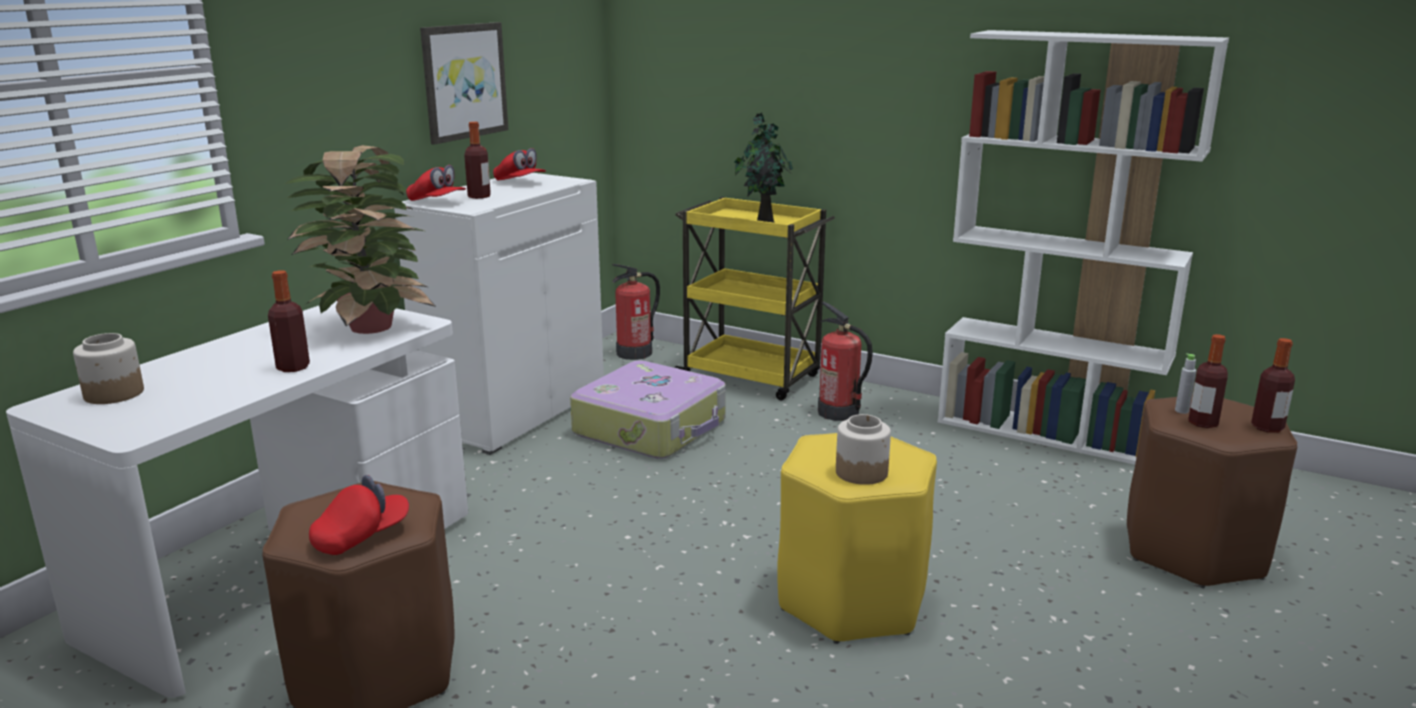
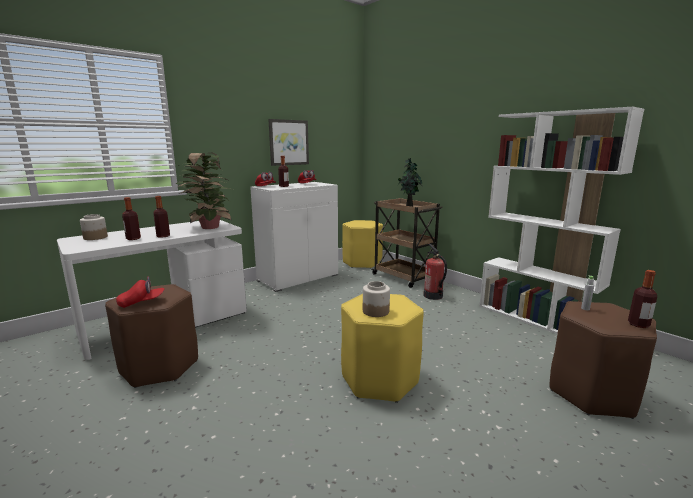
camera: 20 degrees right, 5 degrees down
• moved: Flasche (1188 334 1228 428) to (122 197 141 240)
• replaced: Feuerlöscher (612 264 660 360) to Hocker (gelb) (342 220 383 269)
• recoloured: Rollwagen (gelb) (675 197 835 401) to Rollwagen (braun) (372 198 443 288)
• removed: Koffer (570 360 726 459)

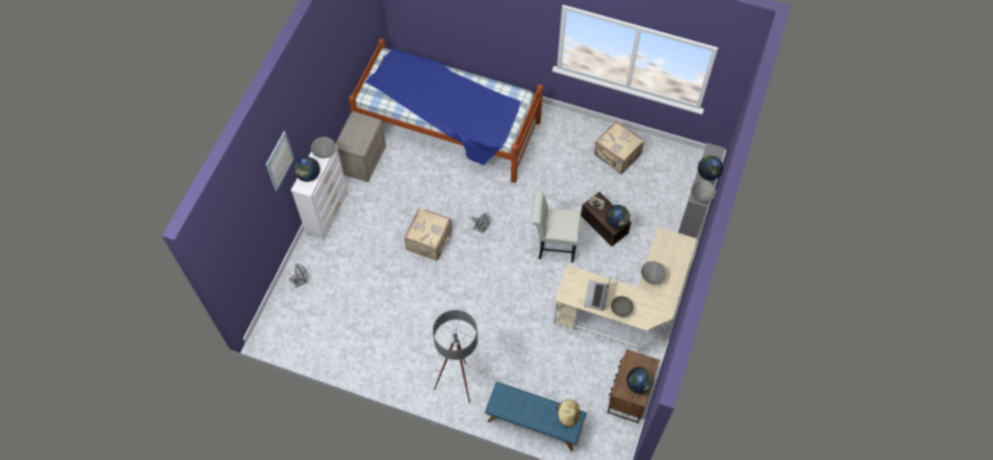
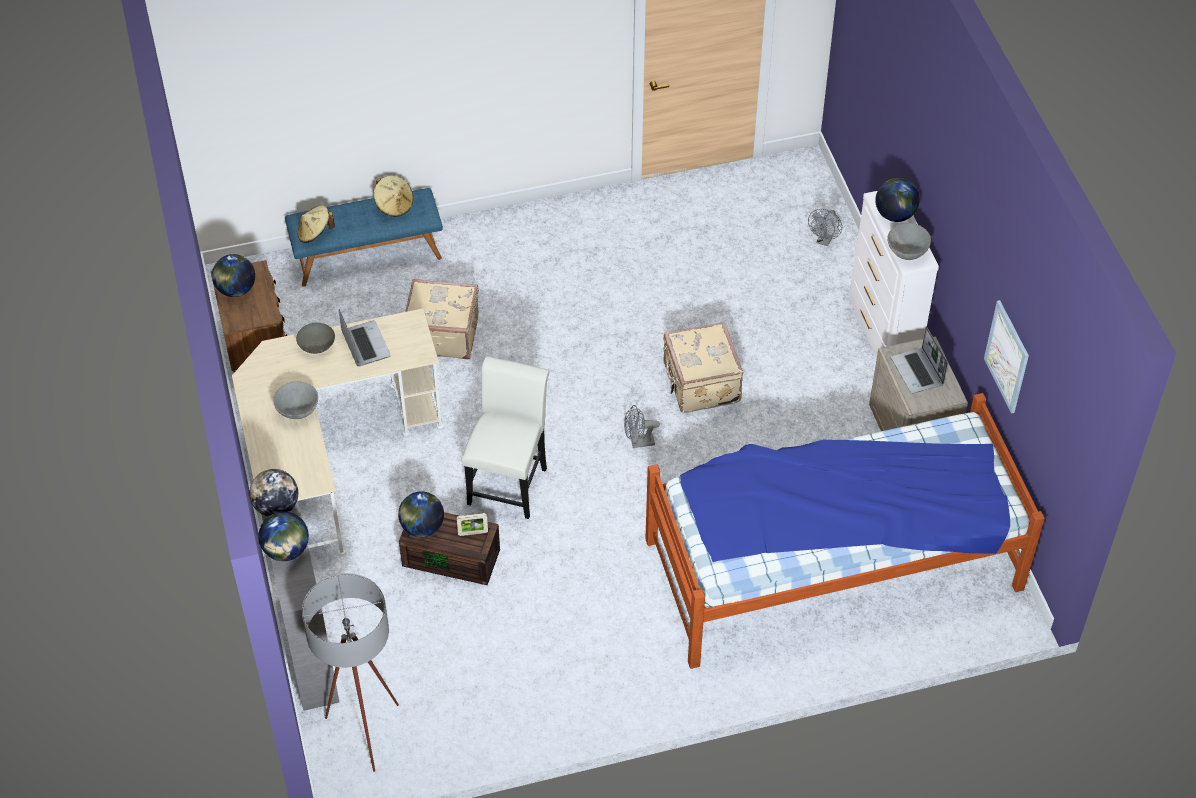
camera: 145 degrees right, 10 degrees down
• replaced: Schüssel (grau) (691 180 716 203) to Globus (249 469 298 517)
• moved: Stehlampe (grau) (433 310 478 404) to (302 573 399 772)
• added: Hut (beige) (373 175 413 217)
• moved: Koffer (beige) (594 121 645 174) to (405 279 479 360)
• turned: Stuhl (weiß) (532 191 581 262) = (462 356 549 519) 45 degrees counterclockwise
• added: Laptop (891 326 948 394)
• moved: Bild (266 131 294 191) to (984 300 1029 414)

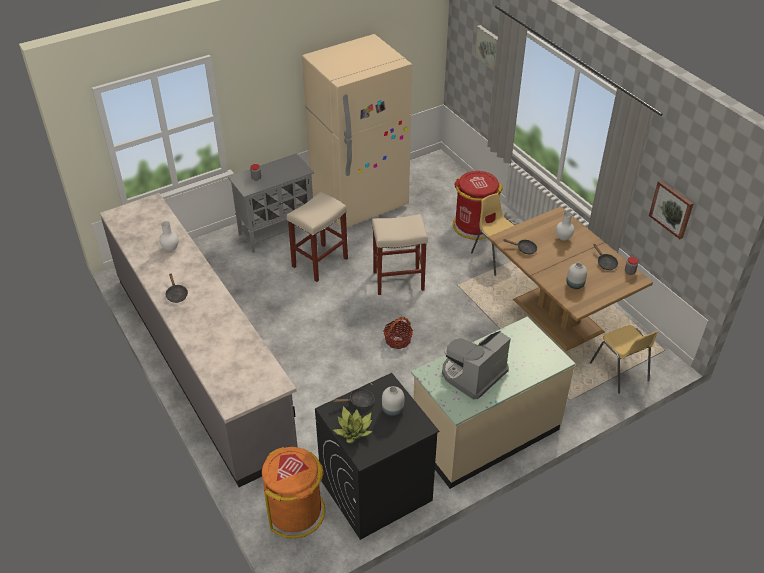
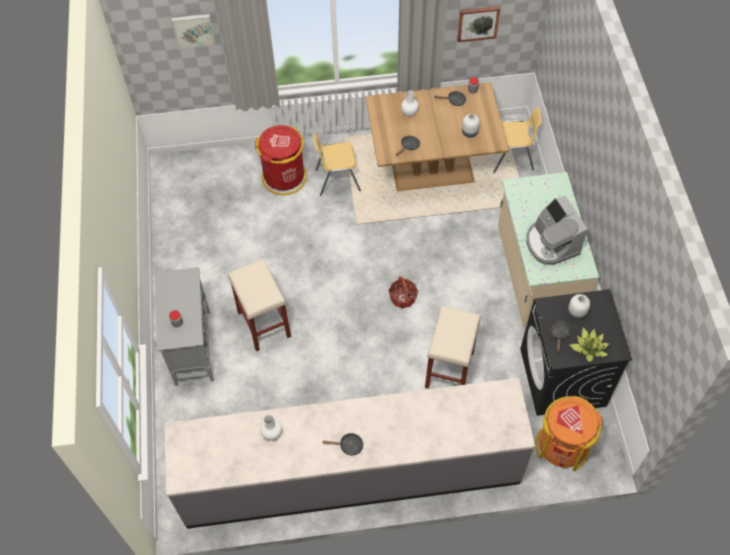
camera: 65 degrees left, 15 degrees up
• moved: Hocker (beige) (372 214 428 295) to (425 306 480 389)
• removed: Kühlschrank (beige) (302 34 412 227)

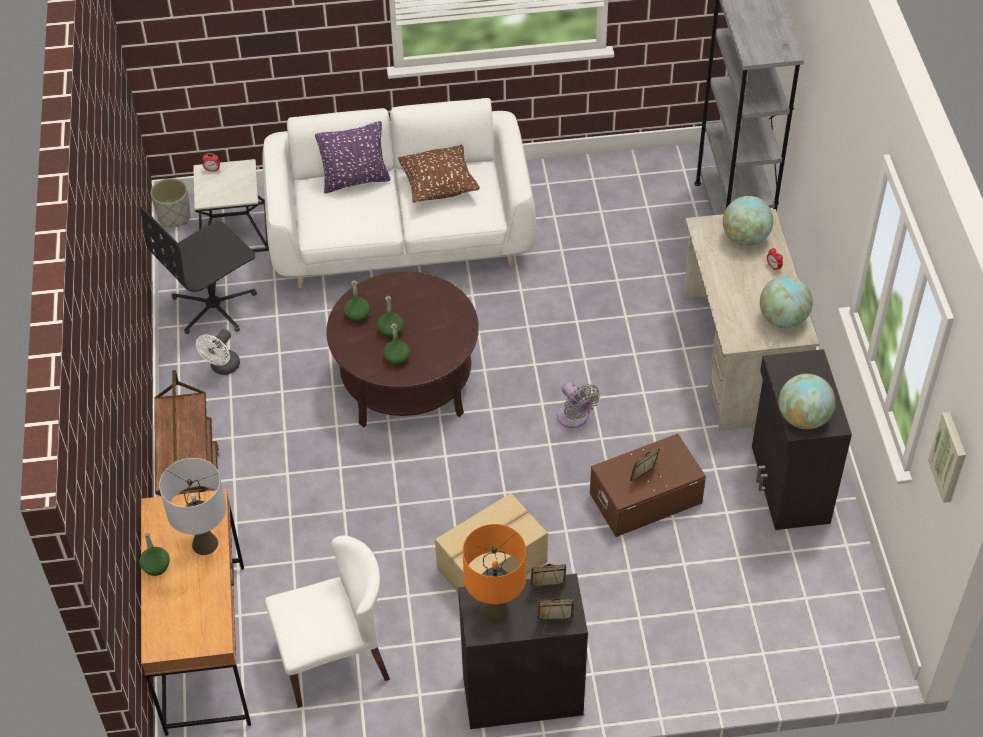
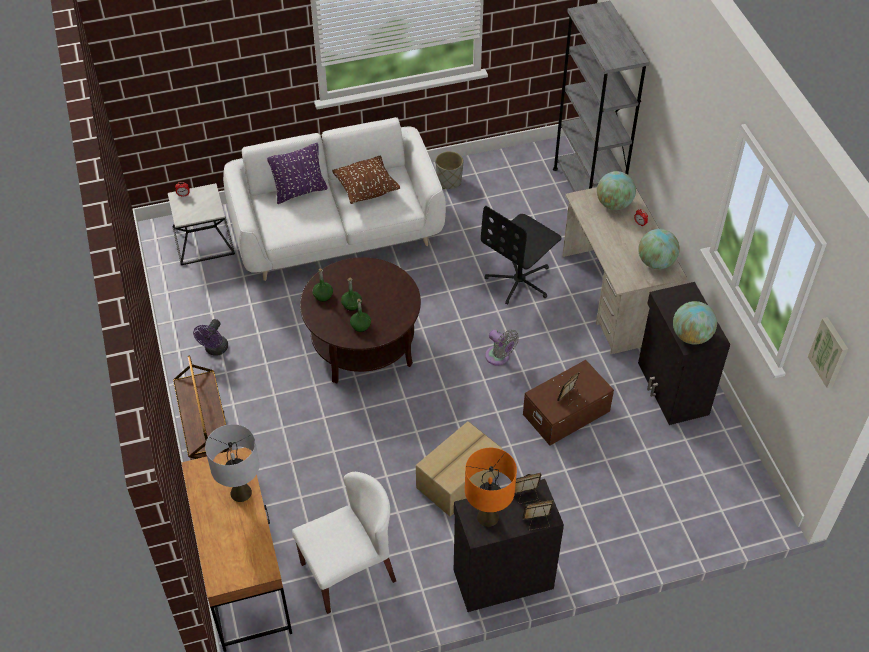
camera: 10 degrees left, 0 degrees up
• recoloured: Ventilator (weiß) (196 329 240 375) to Ventilator (lila) (193 319 228 356)
• moved: Pflanzkübel (grau) (151 178 190 227) to (436 151 463 189)
• moved: Bürostuhl (schwarz) (140 206 257 334) to (481 206 562 305)
• removed: Flasche (grün) (139 532 170 576)

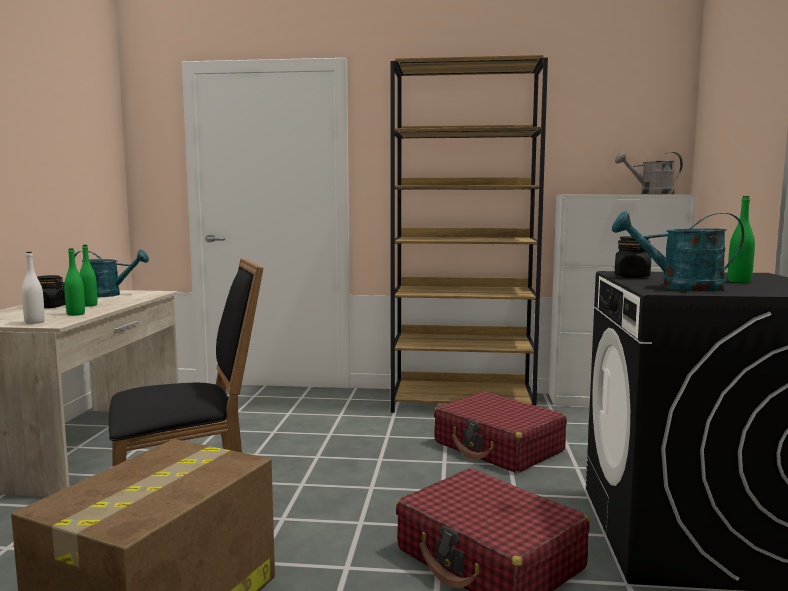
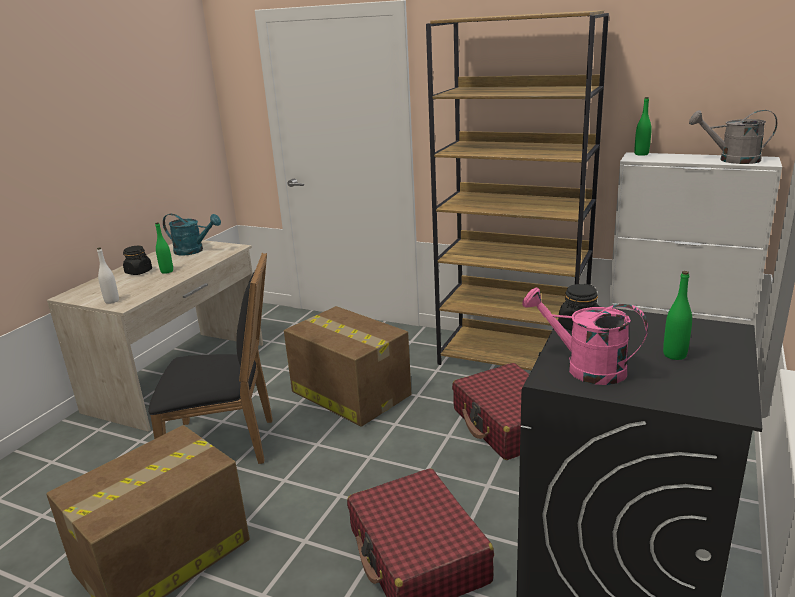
camera: 20 degrees right, 15 degrees up
• added: Karton (284 306 411 427)
• recoloured: Gießkanne (türkis) (612 211 744 291) to Gießkanne (rosa) (522 288 648 385)
• moved: Flasche (grün) (64 248 85 316) to (634 97 652 156)

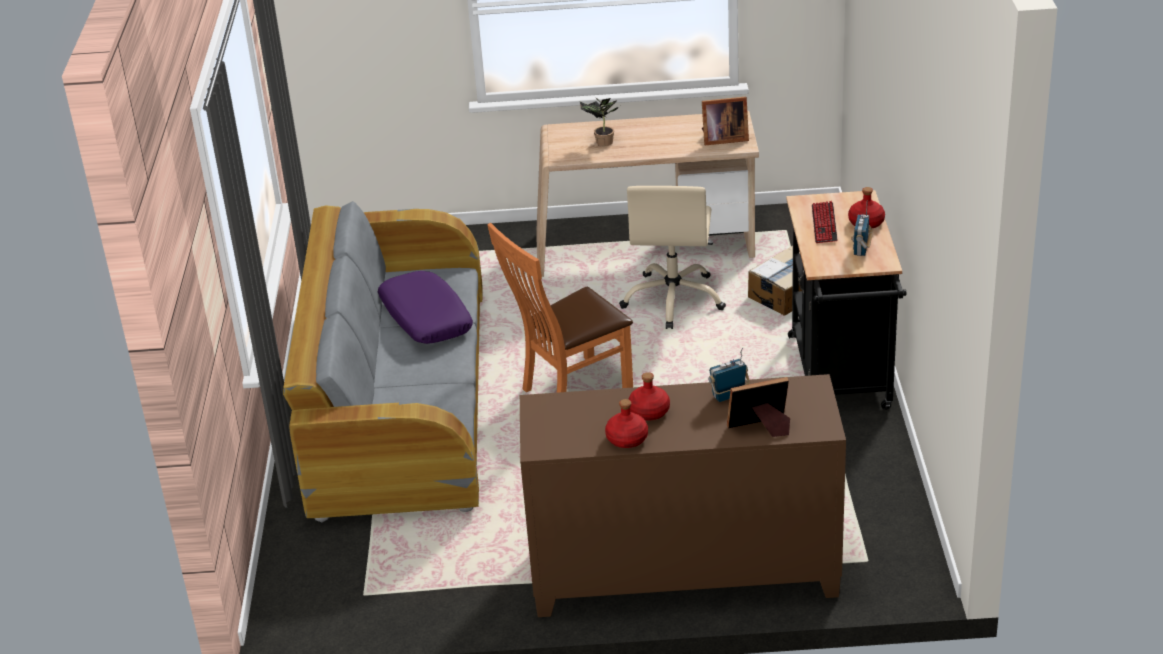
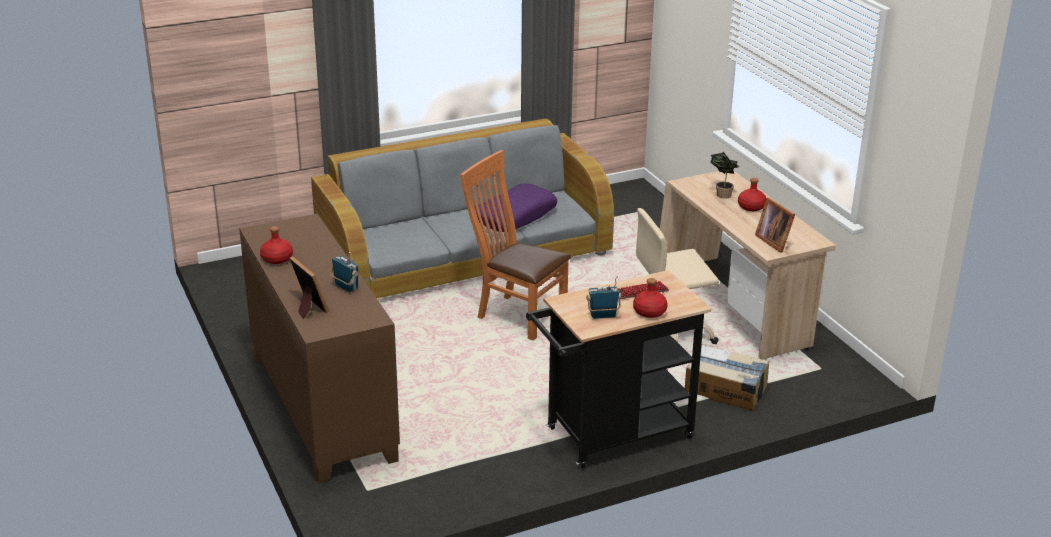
camera: 65 degrees right, 5 degrees down
• moved: Flasche (rot) (628 372 670 420) to (738 178 767 211)

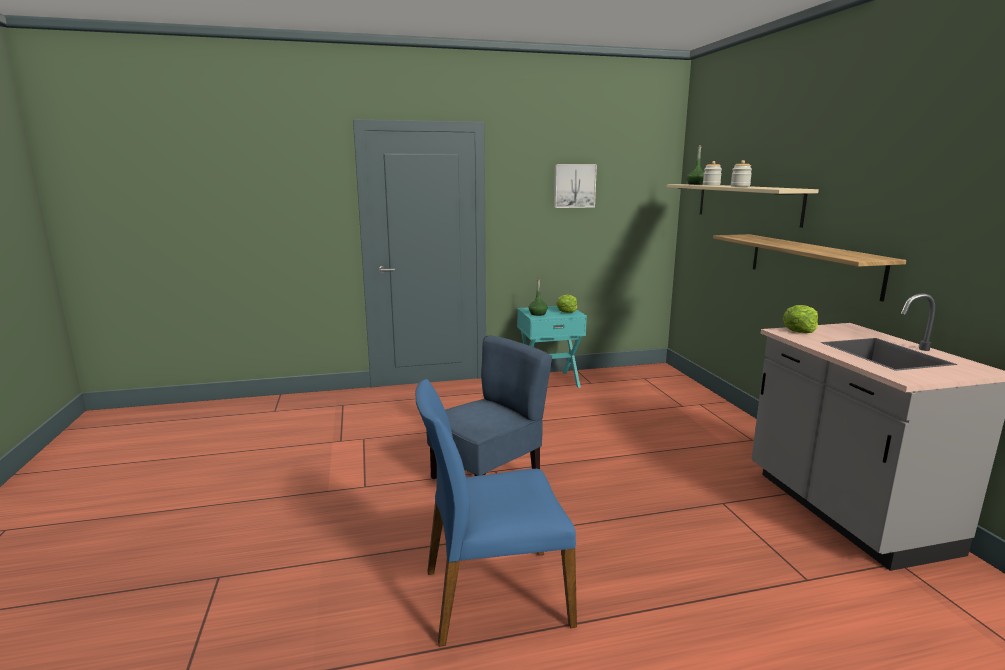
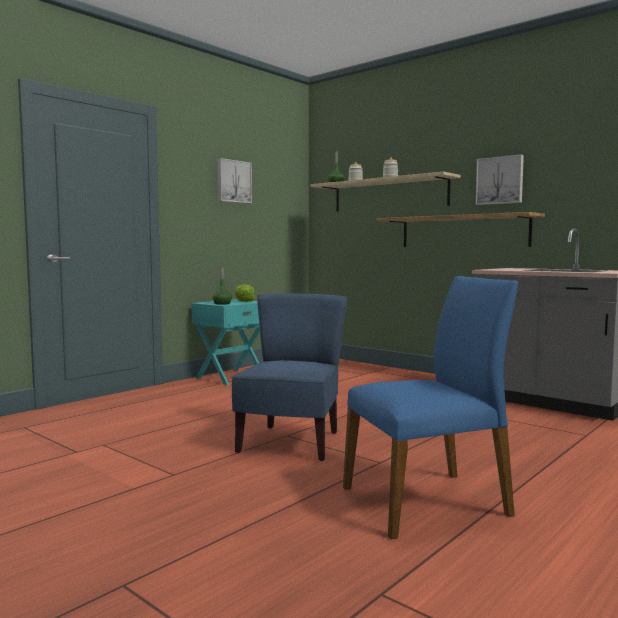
camera: 35 degrees left, 10 degrees down
• turned: Stuhl (blau) (416 379 577 647) = (343 276 518 539) 150 degrees counterclockwise
• added: Bild (476 154 524 205)
• removed: Salatkopf (783 305 818 333)

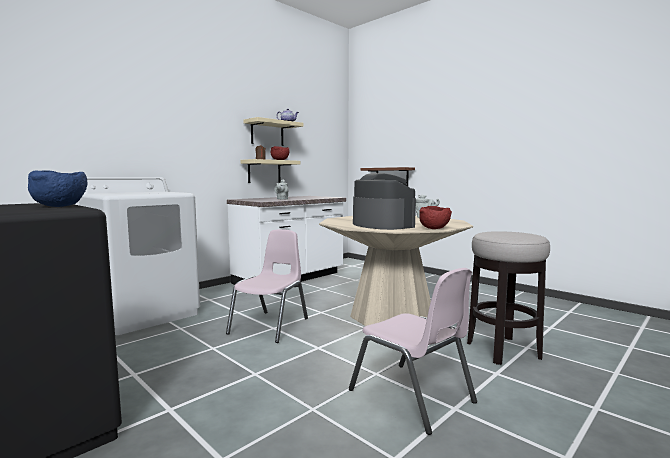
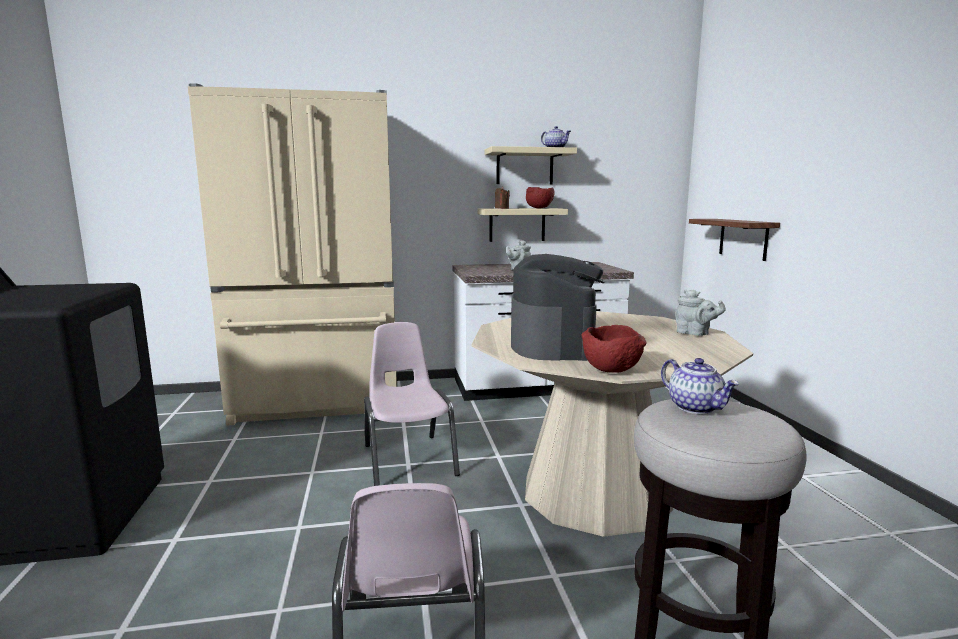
camera: 35 degrees right, 5 degrees up
• replaced: Waschmaschine (weiß) (79 177 200 335) to Kühlschrank (beige) (188 83 397 426)
• turned: Stuhl (rosa) (226 229 308 343) = (364 322 460 486) 75 degrees counterclockwise
• added: Teekanne (661 358 739 414)
• removed: Schüssel (blau) (28 170 87 207)

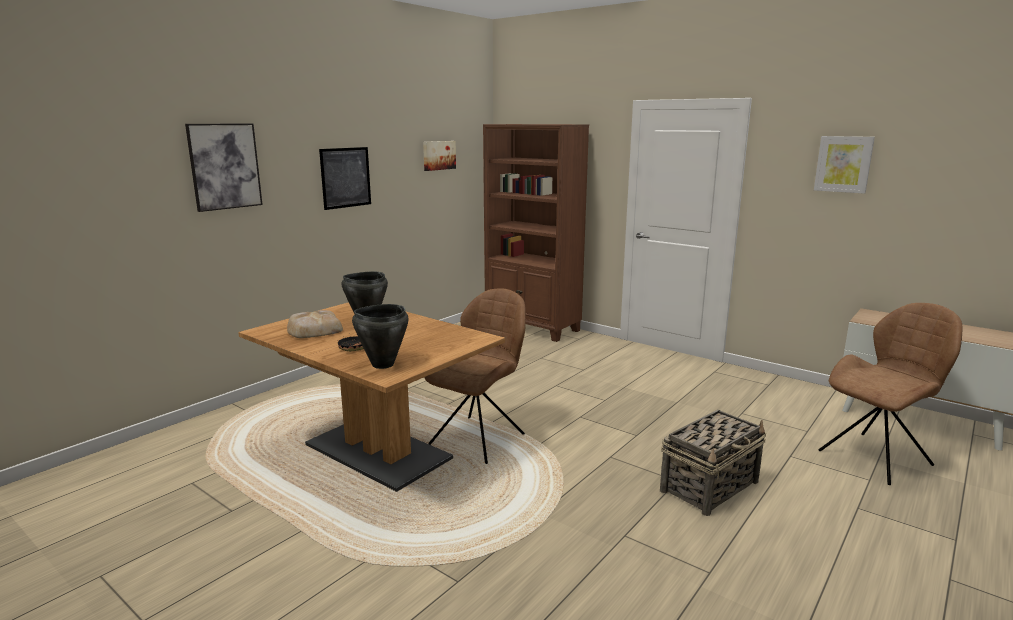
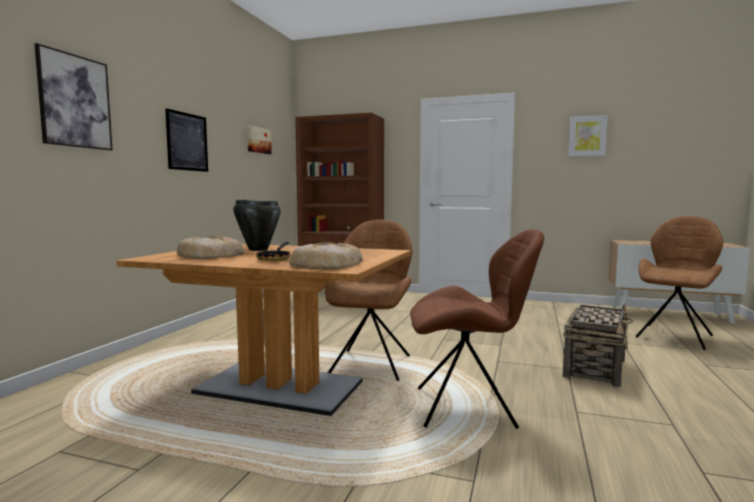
camera: 20 degrees left, 10 degrees down
• replaced: Kochtopf (schwarz) (352 304 408 369) to Brot (289 242 363 269)
• added: Stuhl (braun) (410 229 544 429)

